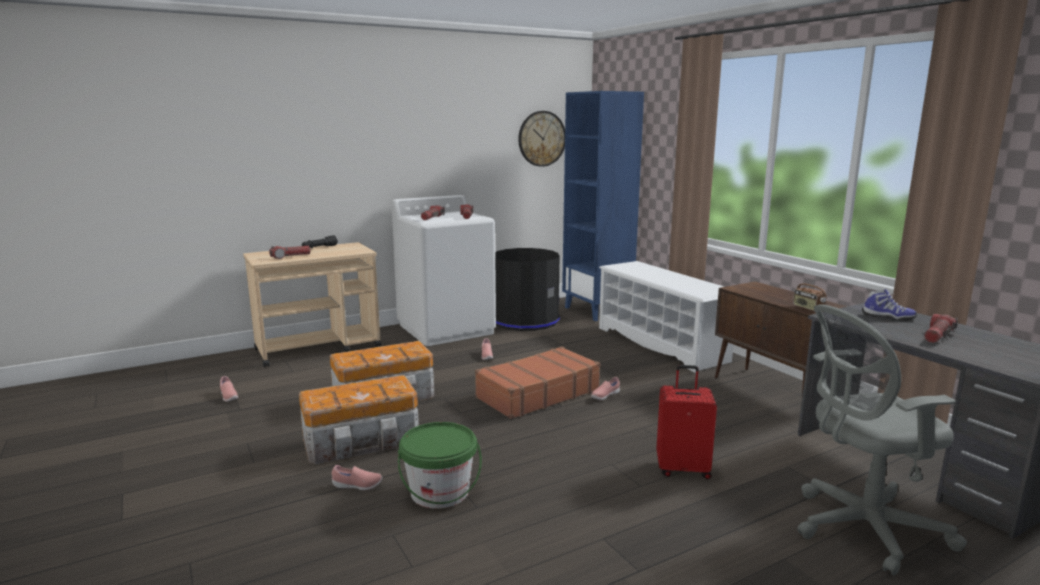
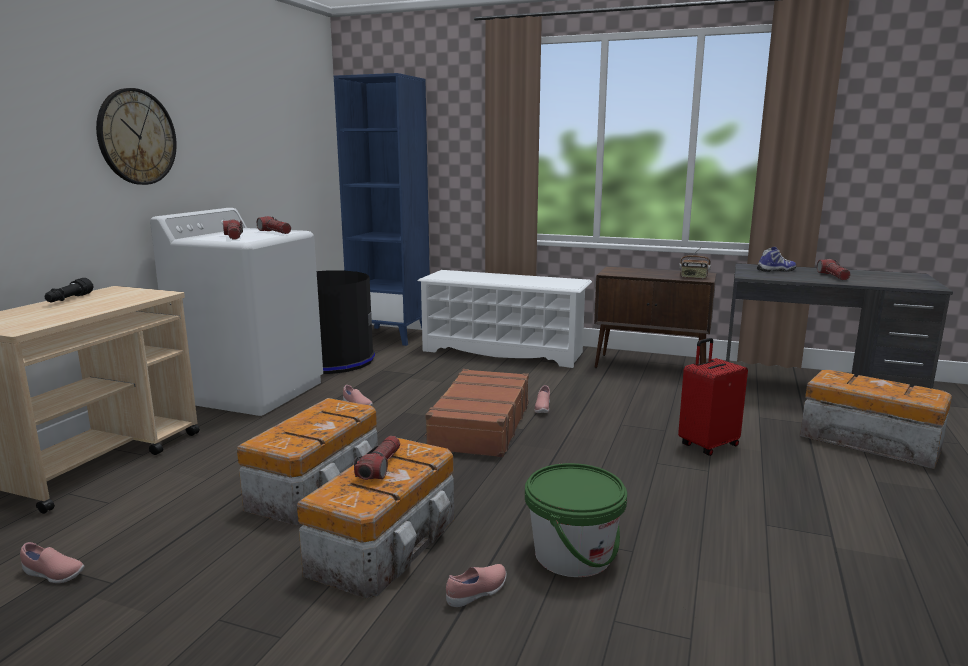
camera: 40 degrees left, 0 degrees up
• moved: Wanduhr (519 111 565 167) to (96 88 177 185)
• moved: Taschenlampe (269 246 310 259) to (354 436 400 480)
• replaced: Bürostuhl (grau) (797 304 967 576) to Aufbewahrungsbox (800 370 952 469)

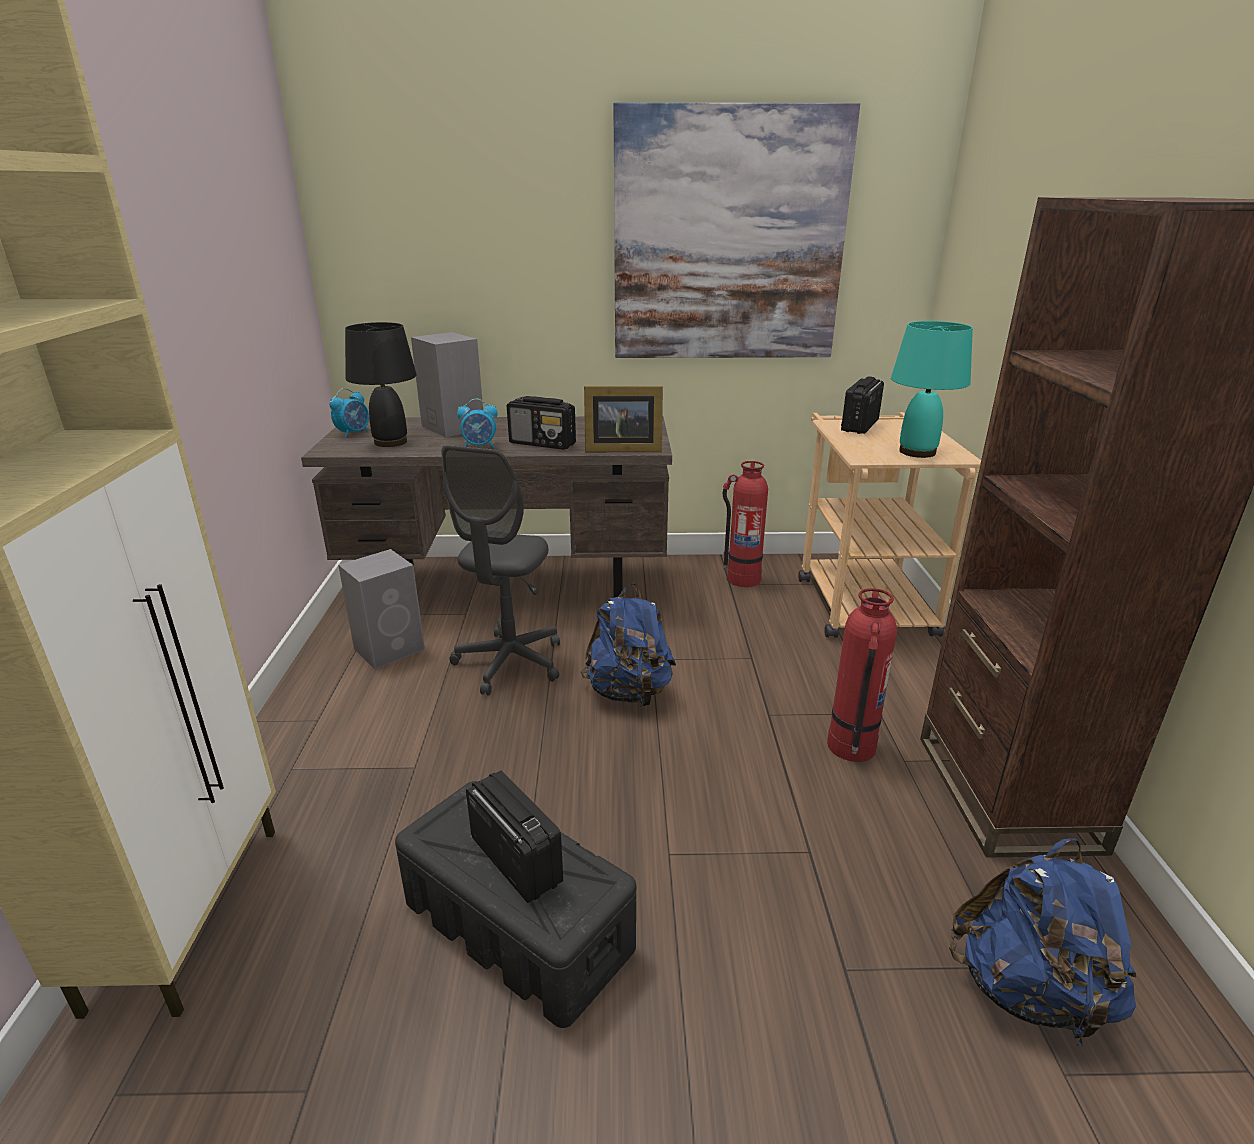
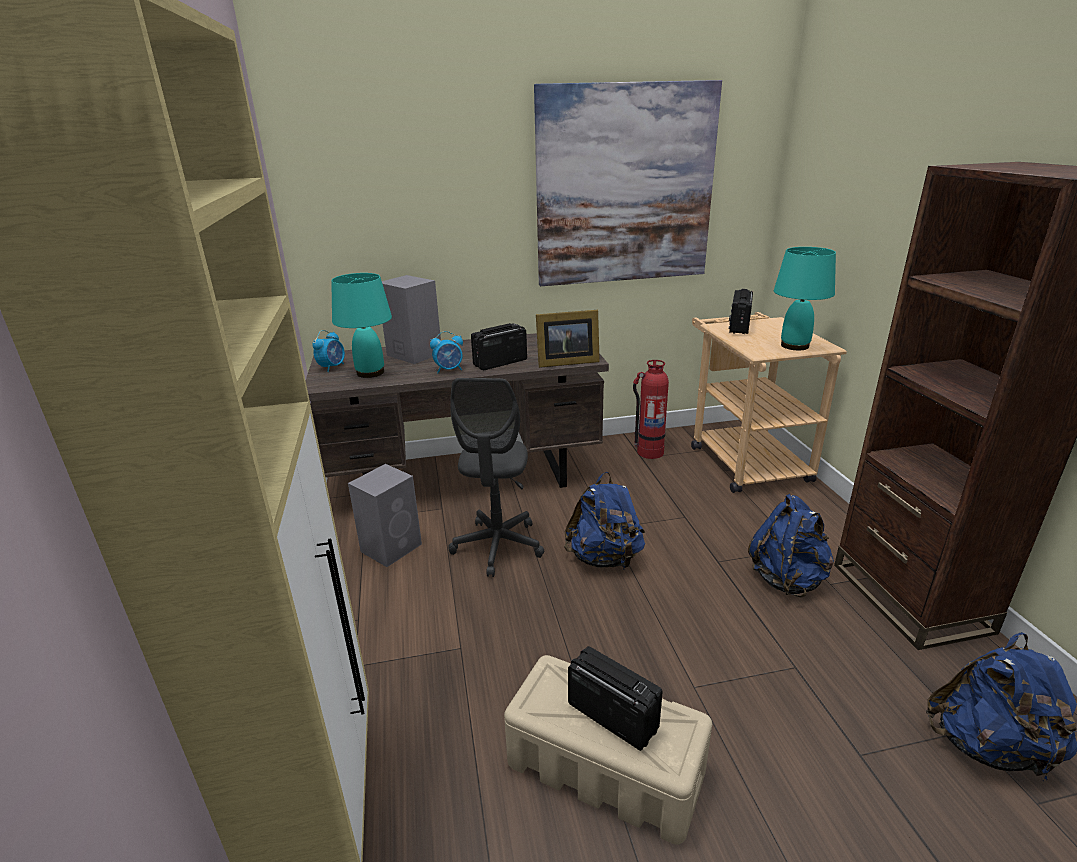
camera: 10 degrees left, 0 degrees up
• recoloured: Tischlampe (schwarz) (345 322 417 447) to Tischlampe (türkis) (331 273 392 378)
• turned: Radio (507 396 576 450) = (471 323 527 370) 135 degrees clockwise
• recoloured: Aufbewahrungsbox (schwarz) (395 781 636 1028) to Aufbewahrungsbox (beige) (504 655 712 845)
• replaced: Feuerlöscher (827 588 897 762) to Rucksack (blau) (748 494 834 597)

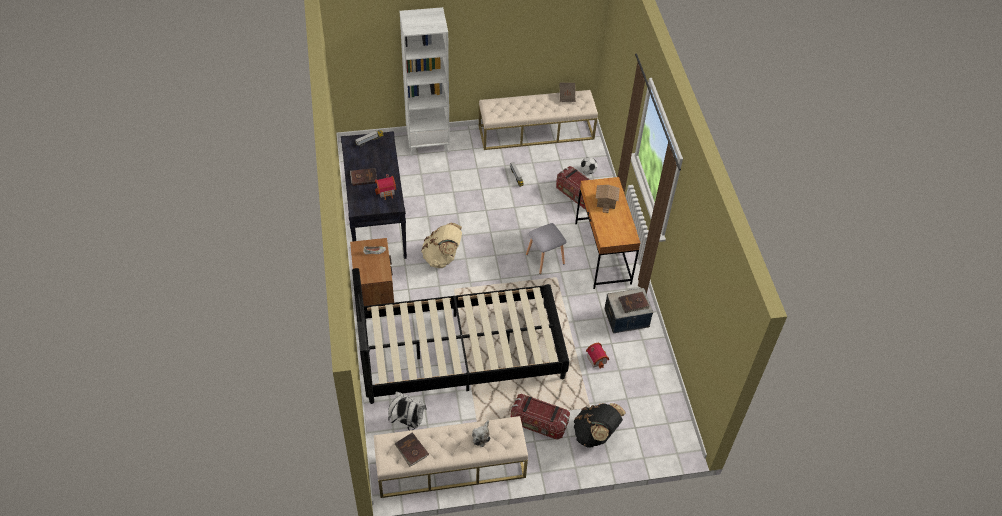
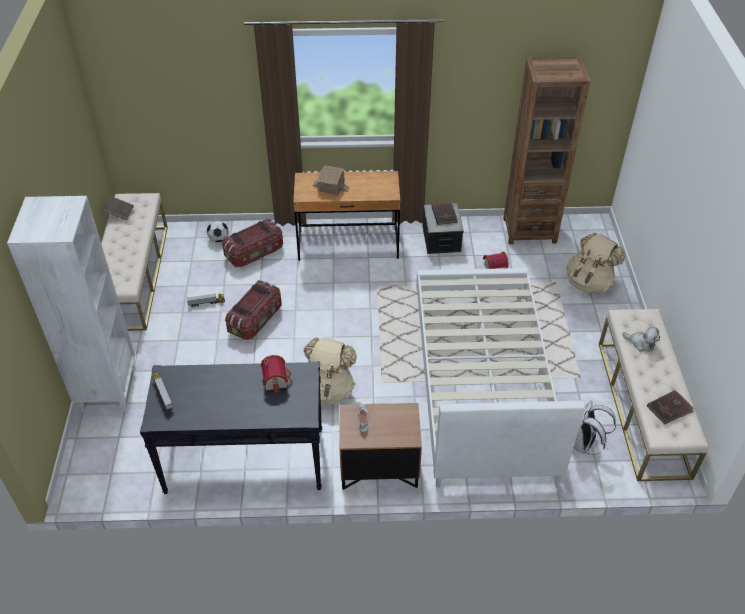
camera: 80 degrees left, 5 degrees down
• moved: Aufbewahrungsbox (511 394 570 440) to (225 280 282 340)
• recoloured: Bett (schwarz) (352 268 569 404) to Bett (weiß) (416 268 585 488)
• added: Bücherregal (braun) (503 57 590 244)
• recoloured: Rucksack (schwarz) (573 403 626 448) to Rucksack (beige) (566 233 626 293)
• removed: Buch (braun) (350 168 377 186)
• removed: Hocker (grau) (526 223 567 274)

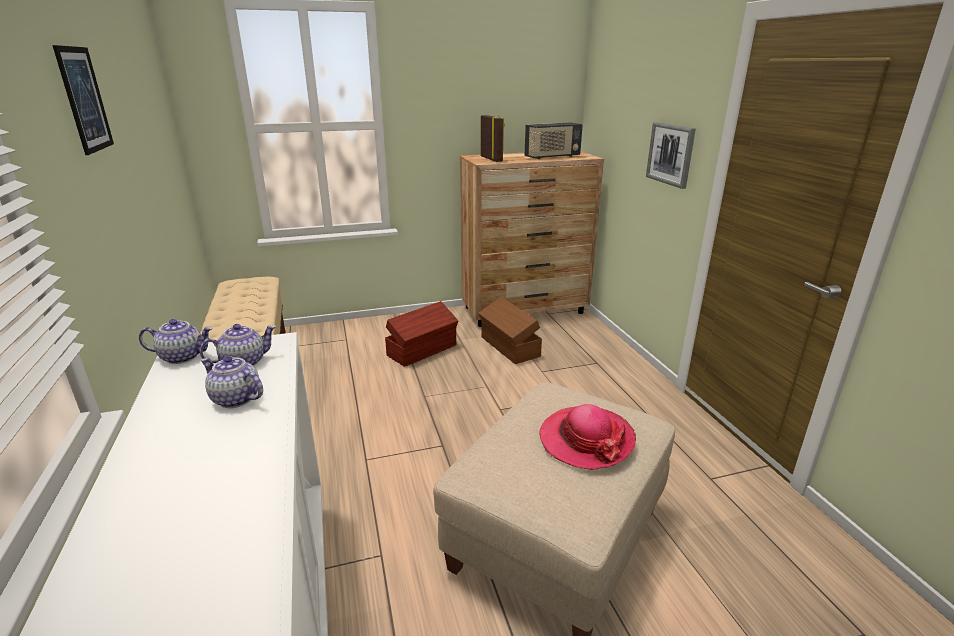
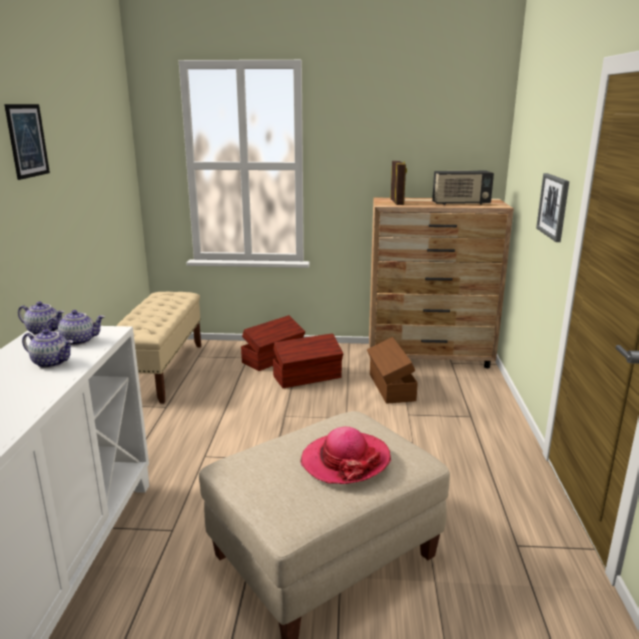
camera: 20 degrees right, 5 degrees down
• turned: Teekanne (201 356 263 408) = (22 329 73 368) 150 degrees clockwise
• added: Aufbewahrungsbox (braun) (241 315 305 371)

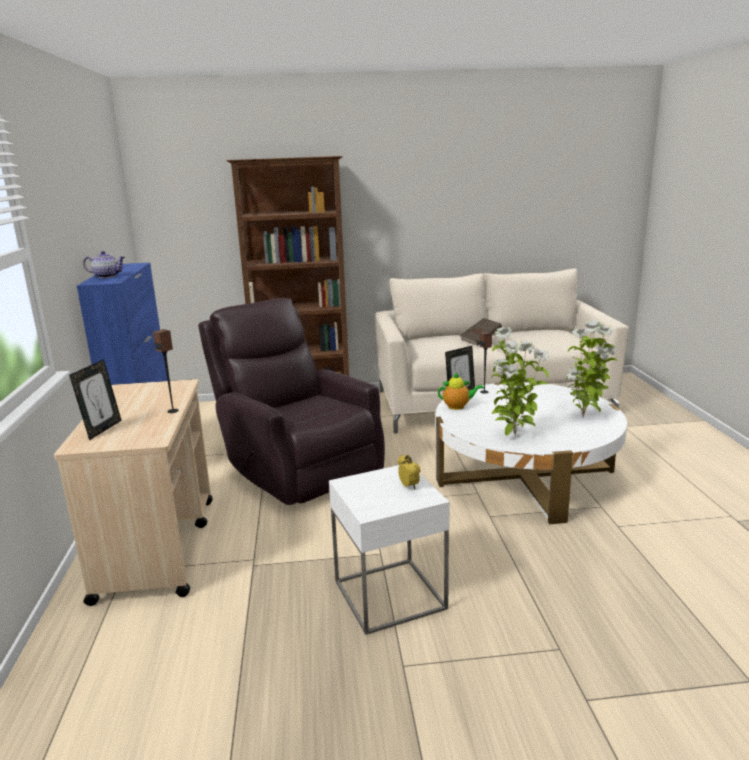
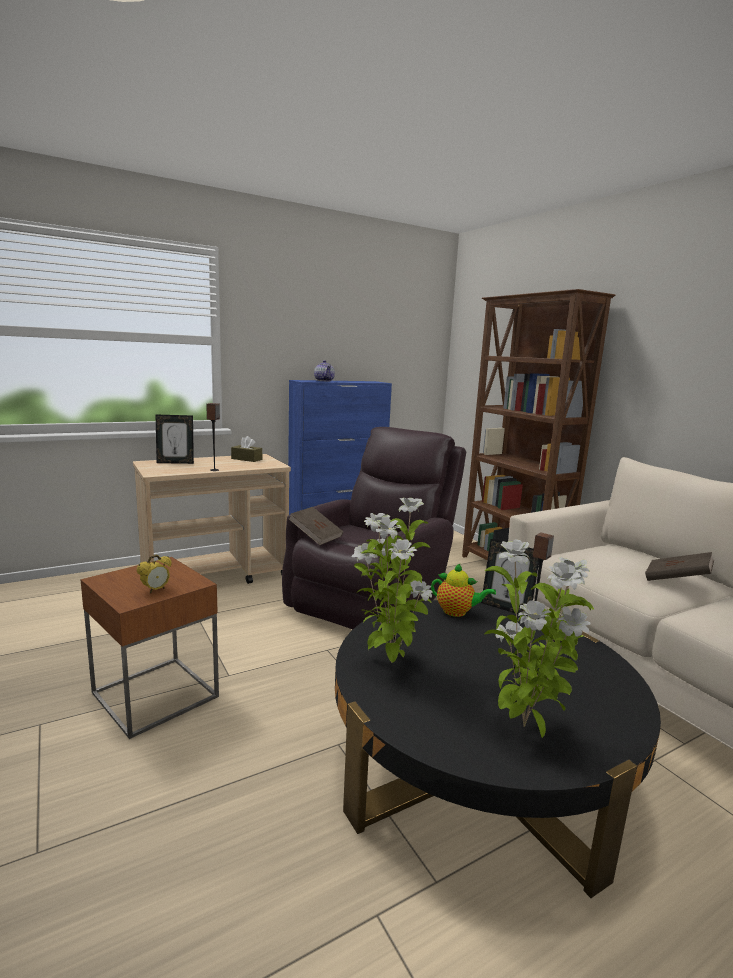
camera: 65 degrees right, 5 degrees down
• recoloured: Beistelltisch (weiß) (329 465 450 635) to Beistelltisch (braun) (81 557 219 739)
• added: Taschentuchbox (braun) (231 436 262 462)
• added: Buch (braun) (289 507 343 545)
• recoloured: Couchtisch (weiß) (436 382 627 524) to Couchtisch (schwarz) (335 600 661 898)
• turned: Teekanne (438 373 484 410) = (431 564 496 617) 45 degrees counterclockwise

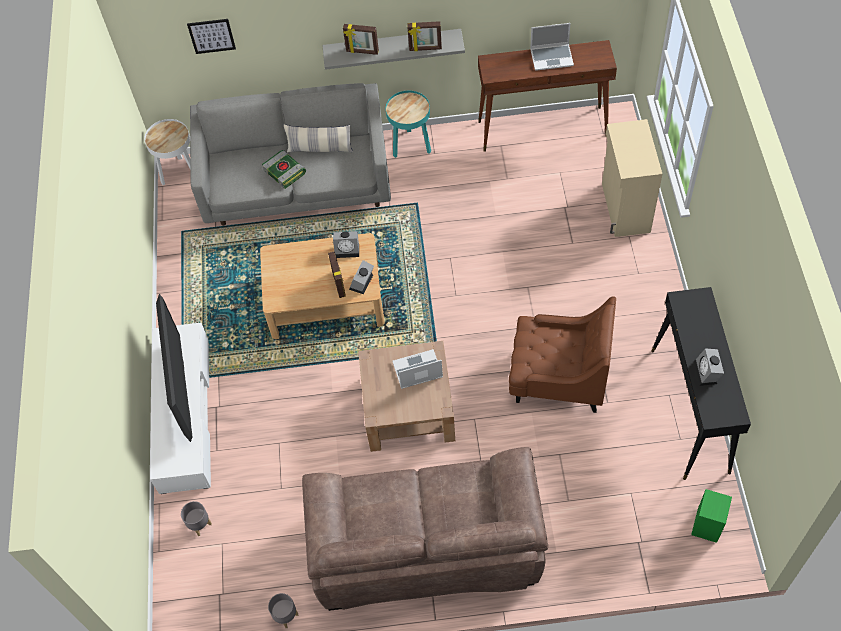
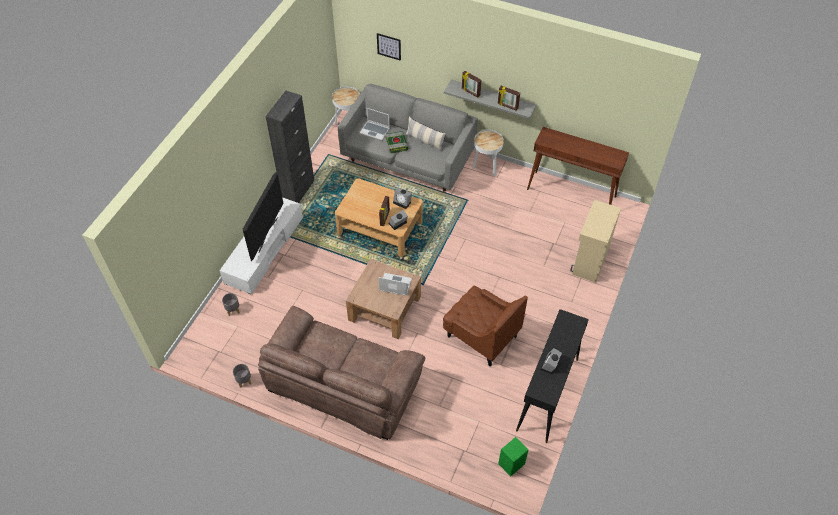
camera: 25 degrees right, 5 degrees down
• added: Schrank (schwarz) (265 91 314 203)
• moved: Laptop (530 23 574 71) to (360 108 390 141)
• recoloured: Beistelltisch (türkis) (386 91 431 158) to Beistelltisch (weiß) (472 130 504 176)

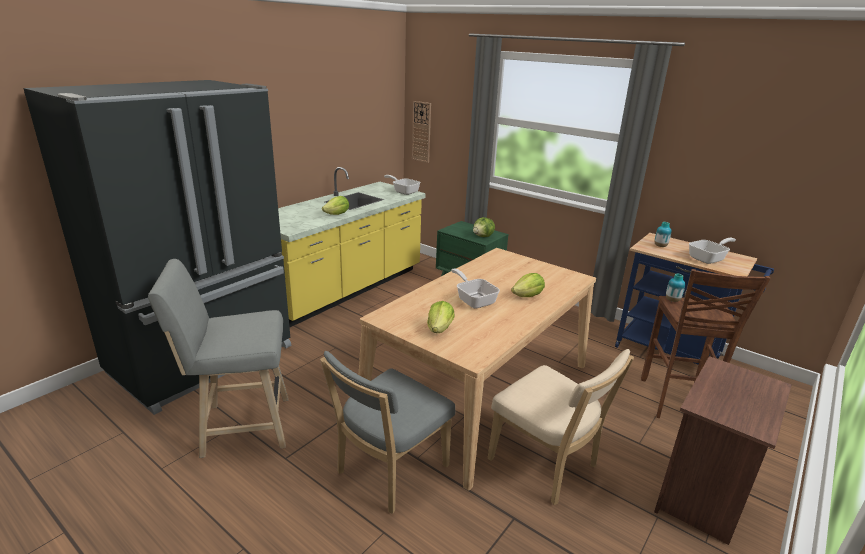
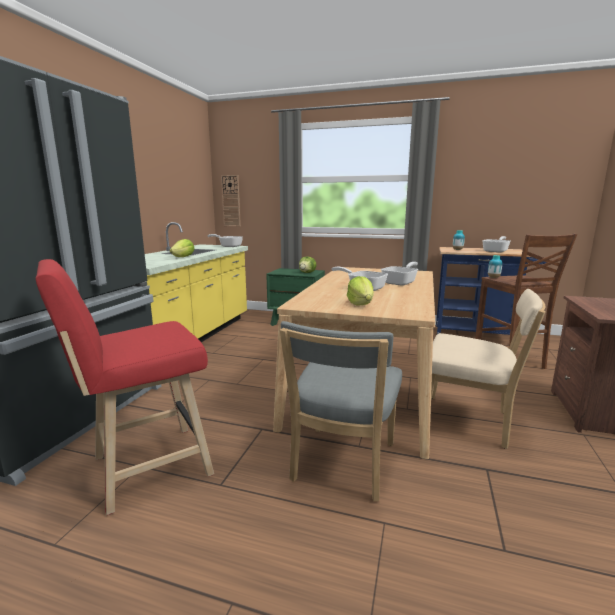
camera: 20 degrees left, 10 degrees down
• recoloured: Hocker (grau) (148 259 288 458) to Hocker (rot) (35 259 214 515)
• replaced: Salatkopf (511 273 545 297) to Pfanne (381 262 418 286)

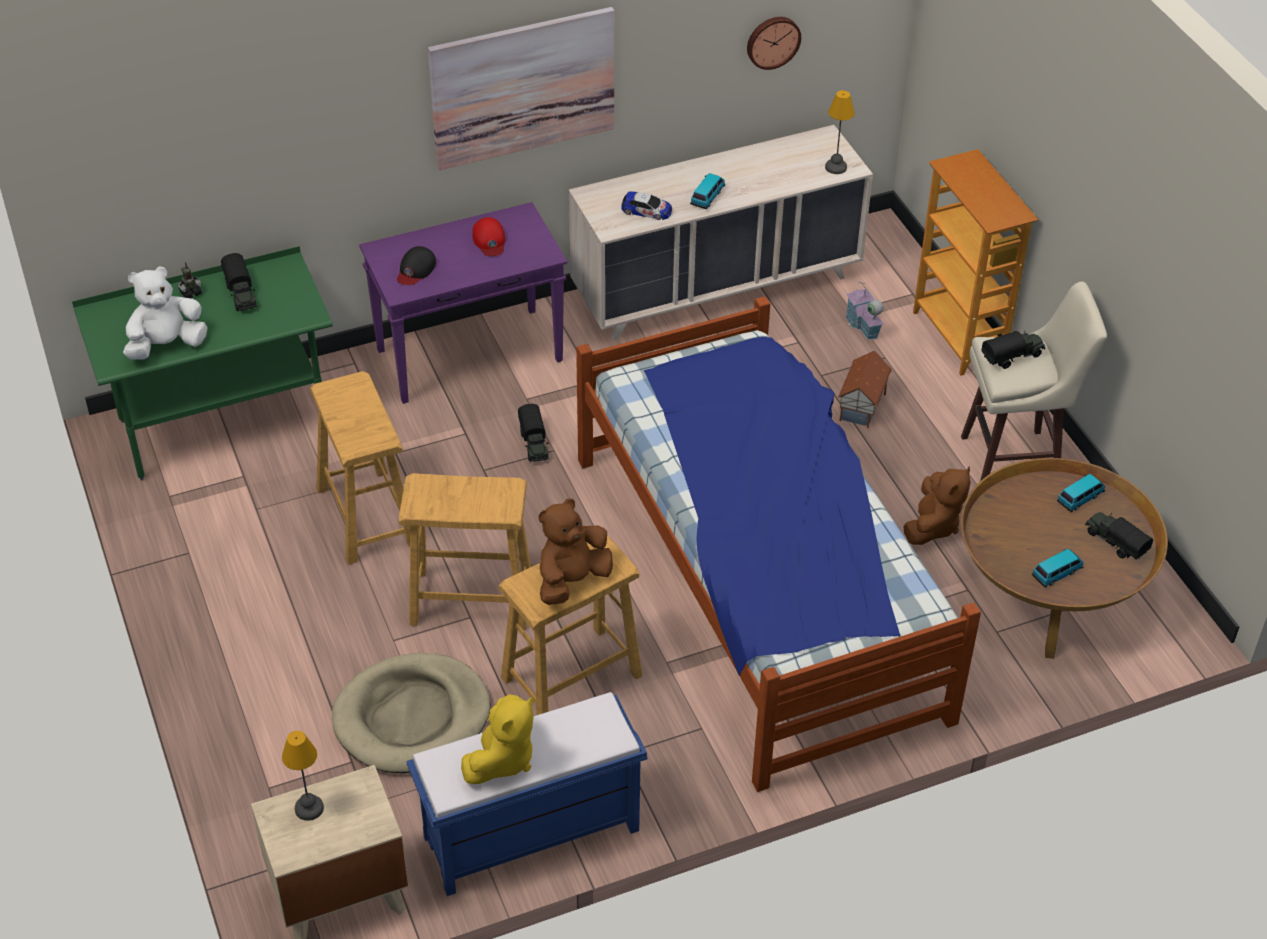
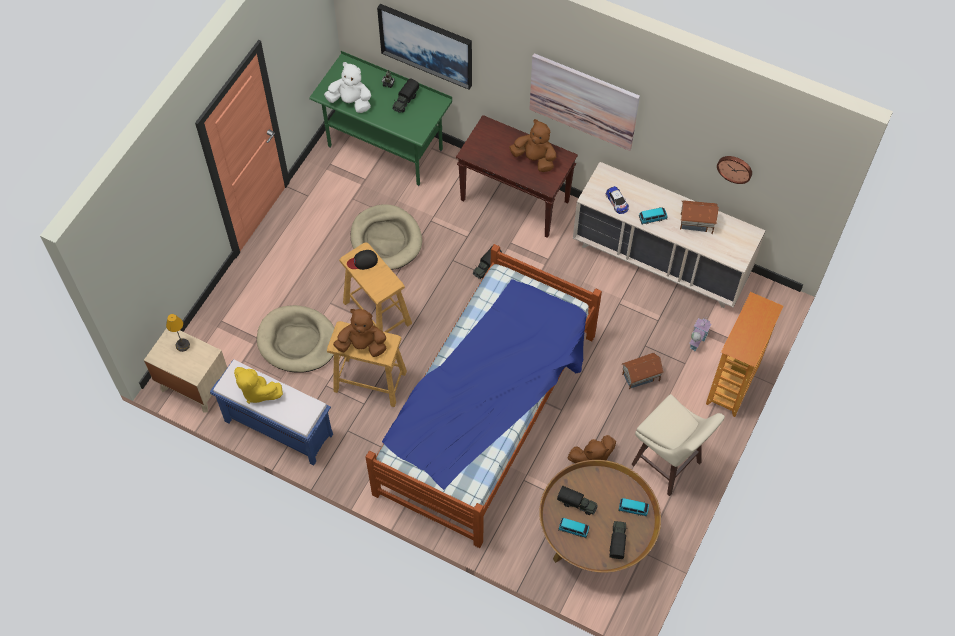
camera: 50 degrees right, 15 degrees up
• turned: Plüschtier (gelb) (461 694 534 784) = (234 367 283 404) 45 degrees clockwise
• moved: Kappe (schwarz) (397 246 436 285) to (347 250 378 270)
• replaced: Hocker (beige) (310 371 410 565) to Hundebett (beige) (350 204 422 270)
• added: Bild (377 4 472 90)
• recoloured: Konsolentisch (lila) (359 202 567 404) to Konsolentisch (braun) (456 115 578 238)
• replaced: Kappe (rot) (472 217 505 256) to Plüschtier (braun) (509 119 556 172)
• moved: Spielzeuglaster (981 331 1045 369) to (557 486 597 515)
• added: Spielzeughaus (680 200 719 234)
• removed: Tischlampe (825 90 855 174)

